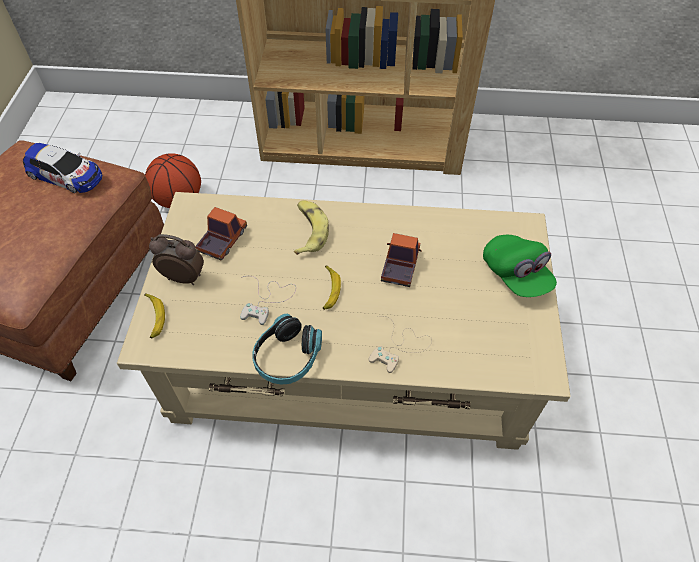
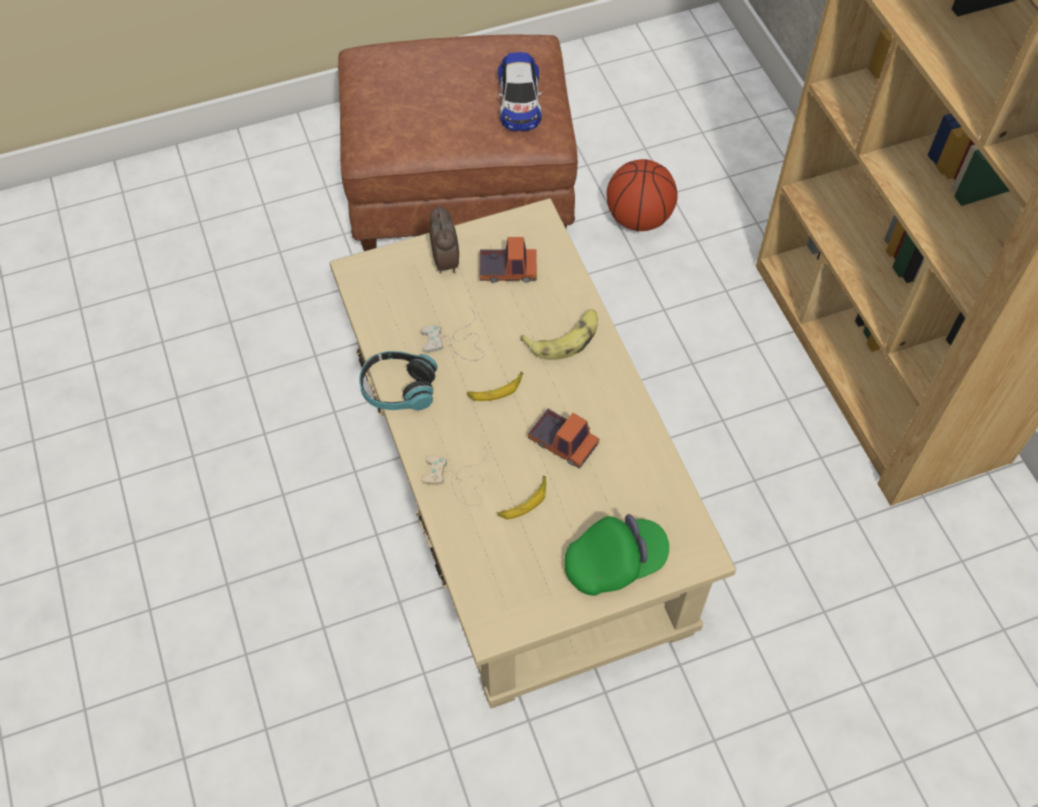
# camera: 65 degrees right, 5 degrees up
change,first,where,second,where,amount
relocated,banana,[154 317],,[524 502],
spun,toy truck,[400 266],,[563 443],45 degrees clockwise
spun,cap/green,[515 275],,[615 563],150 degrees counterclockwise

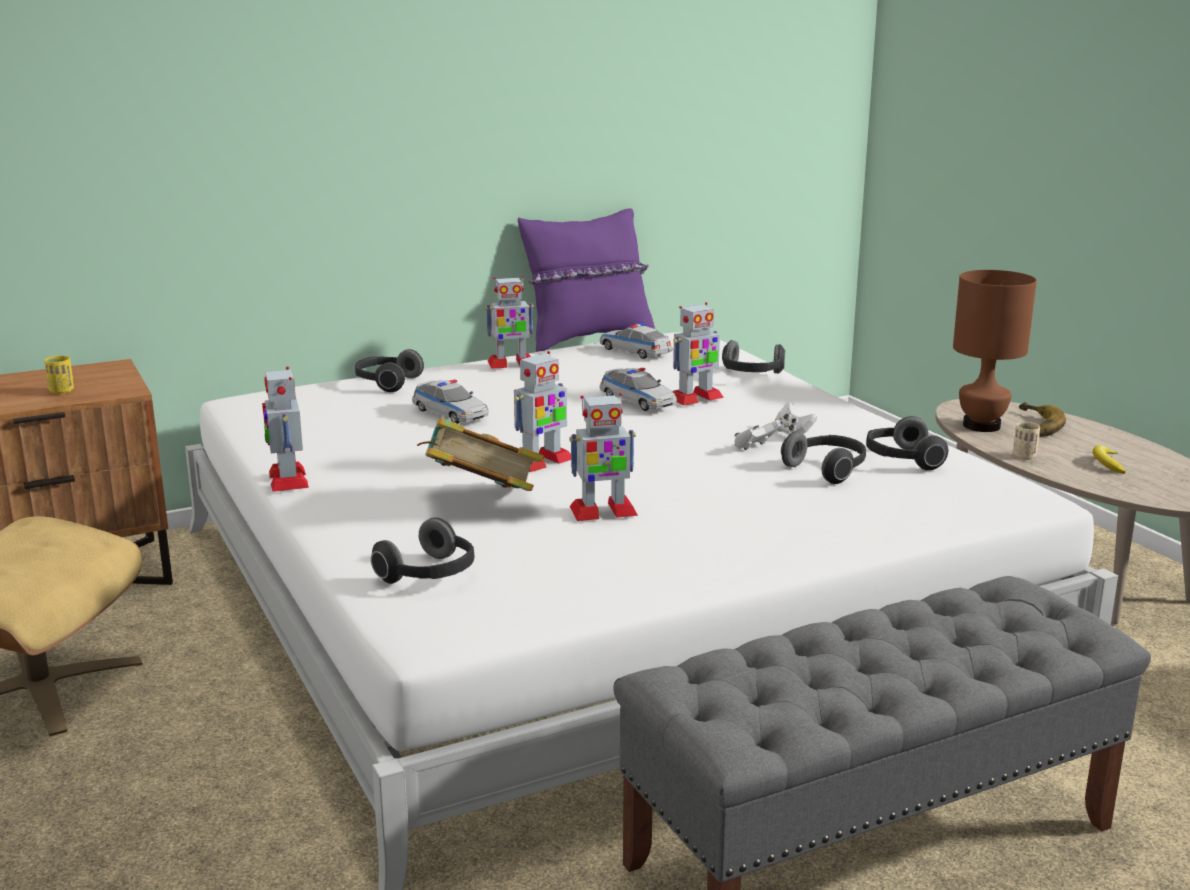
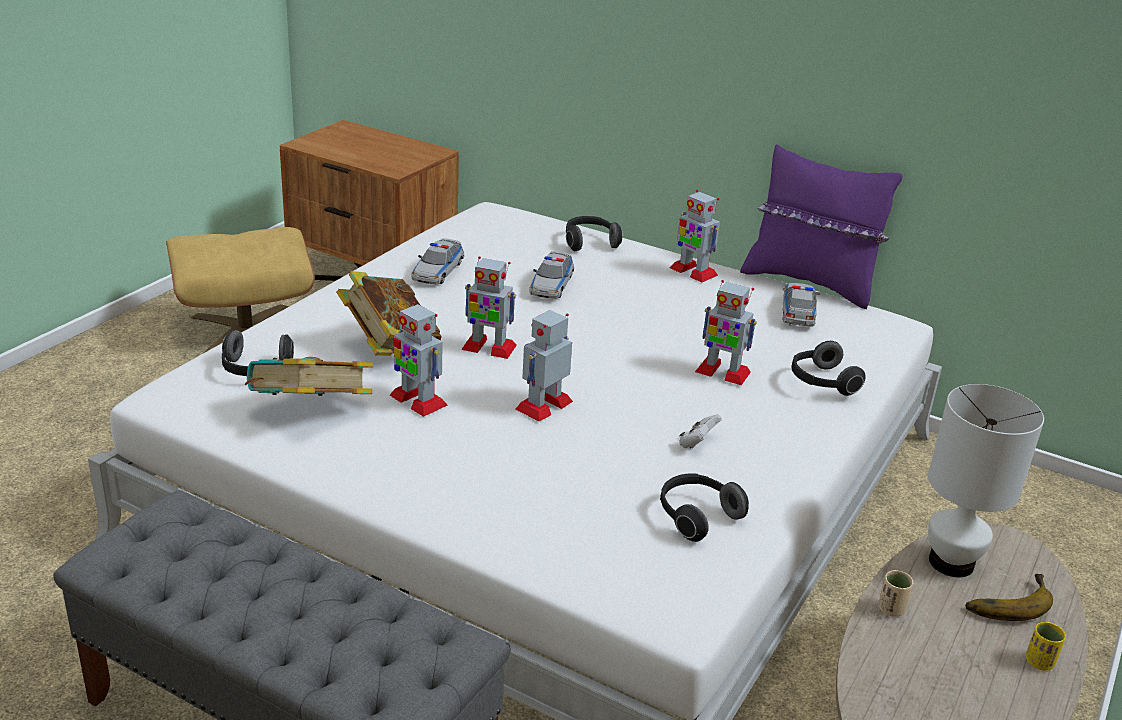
# camera: 55 degrees right, 10 degrees up
change,first,where,second,where,amount
relocated,cup/yellow,[61 391],,[1039 662],
relocated,toy robot,[288 479],,[544 405],
relocated,toy car,[637 401],,[438 271],
missing,game controller/white,[755 447],,,
missing,headphones,[827 470],,,
colour,table lamp/brown,[982 426],table lamp/white,[952 563],
missing,banana,[1107 464],,,
appeared,,,book,[310 413],

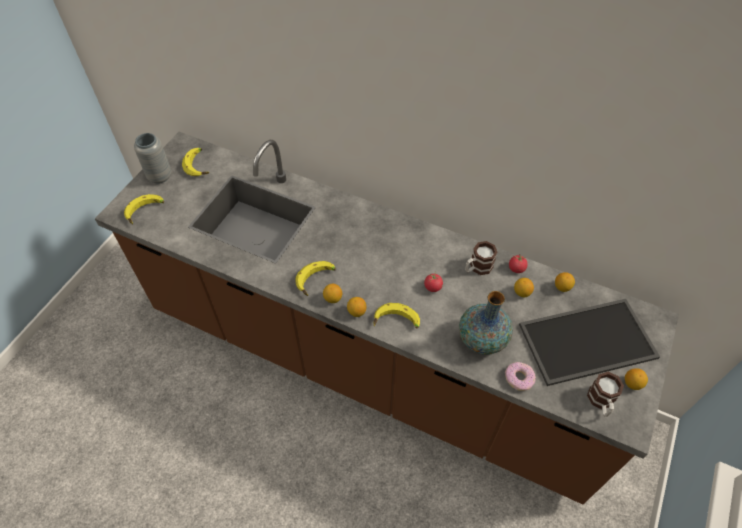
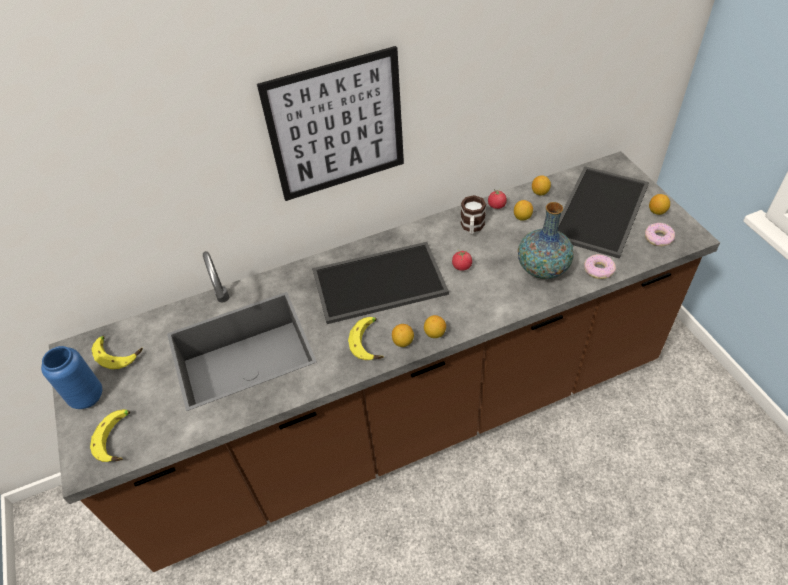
# camera: 45 degrees left, 5 degrees down
change,first,where,second,where,amount
colour,vase/grey,[160 176],vase/blue,[87 397],
missing,banana,[396 322],,,
exchanged,mug,[601 402],donut,[658 238],
appeared,,,picture,[336 126],
appeared,,,tray,[378 284],

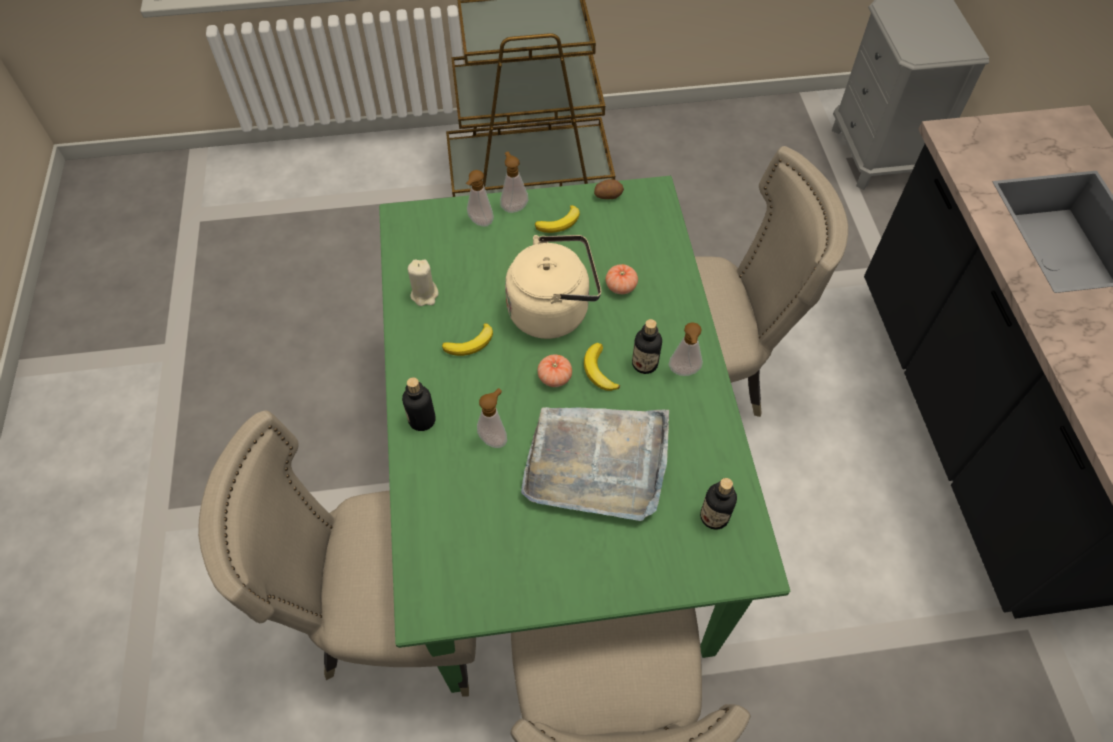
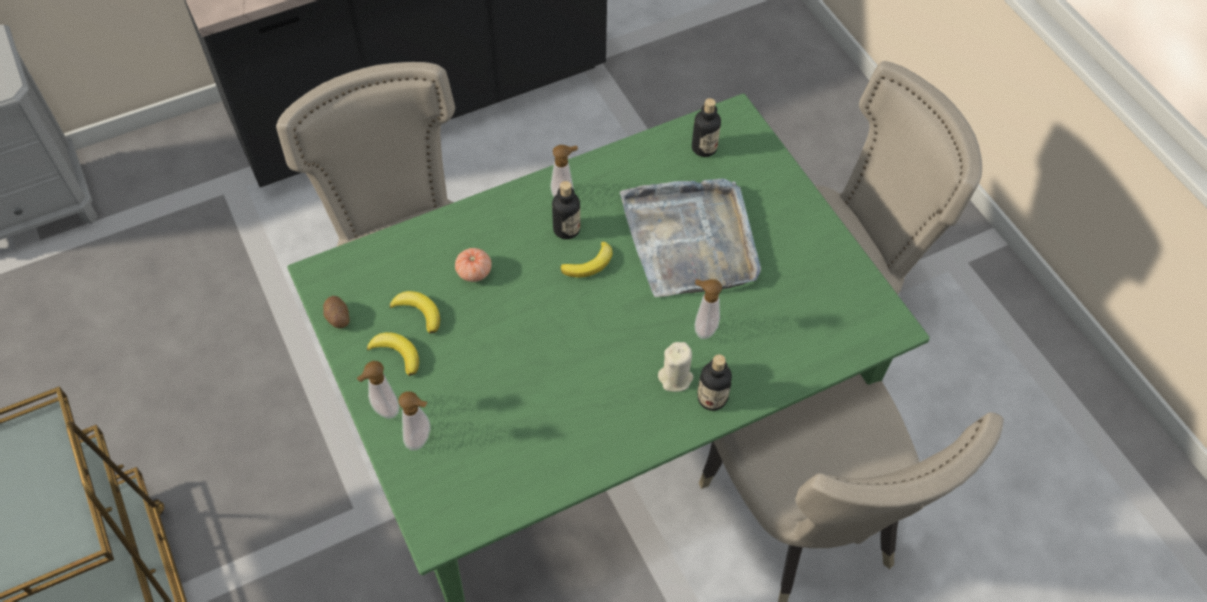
# camera: 110 degrees left, 0 degrees up
change,first,where,second,where,amount
relocated,candle/beige,[424 295],,[675 378],
relocated,banana,[471 343],,[418 312],
missing,kettle/beige,[553 310],,,
missing,tomato,[554 377],,,

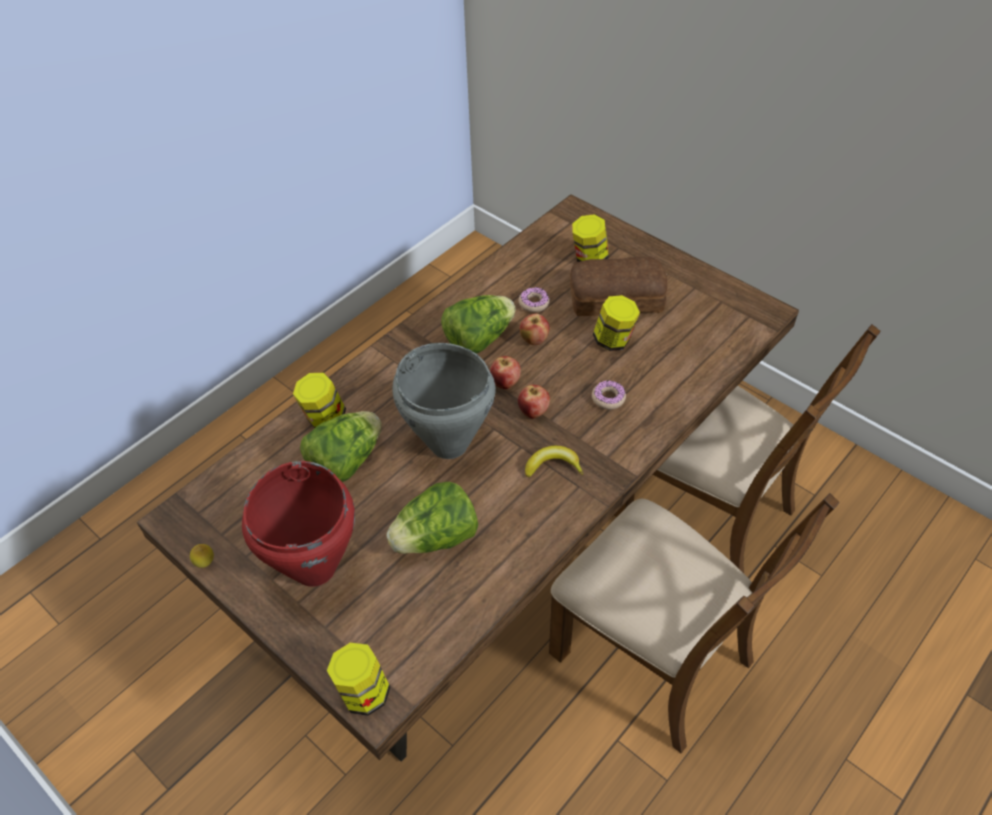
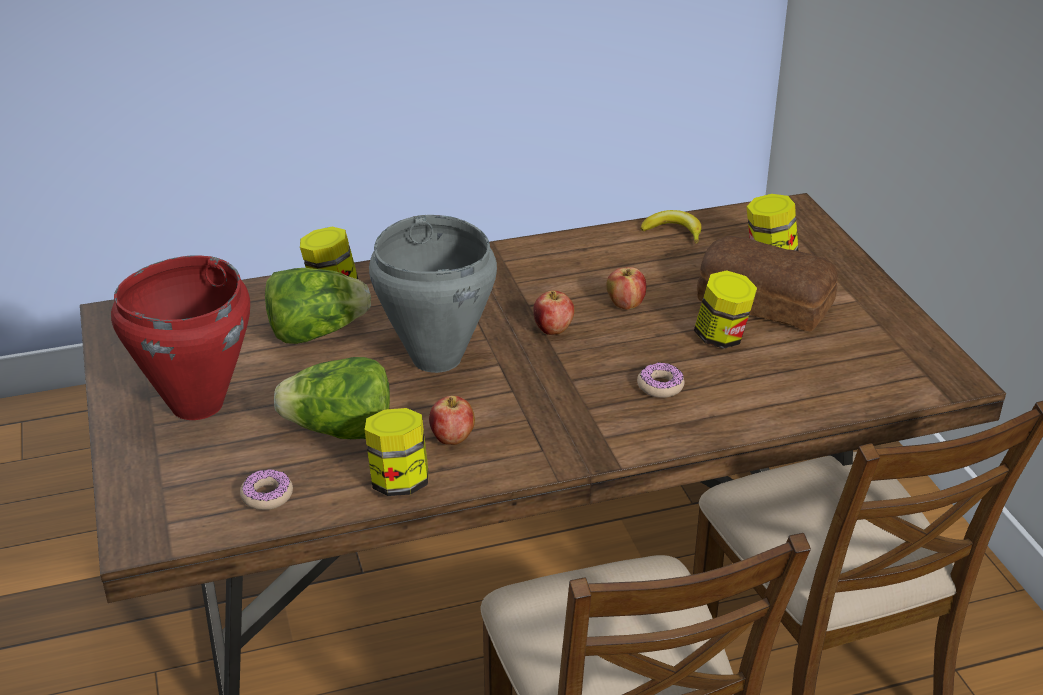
# camera: 30 degrees right, 15 degrees down
change,first,where,second,where,amount
missing,lemon,[205 564],,,
relocated,jar,[363 693],,[399 482],
missing,lettuce,[479 339],,,
relocated,apple,[533 412],,[452 439],
relocated,donut,[534 303],,[267 495],
relocated,banana,[553 466],,[673 232],

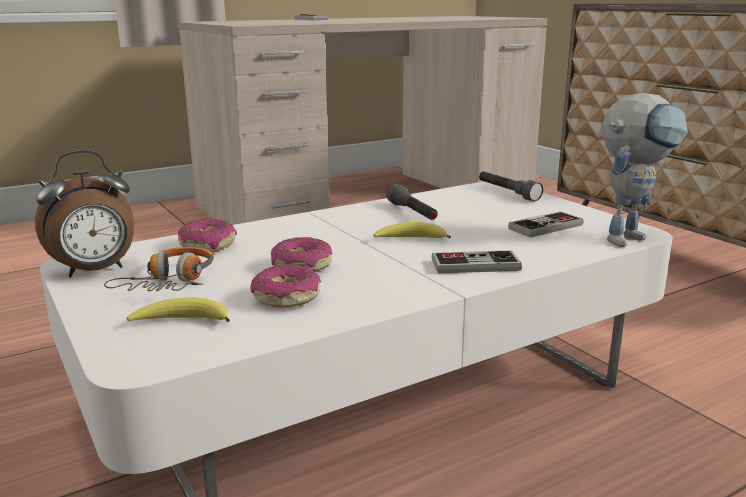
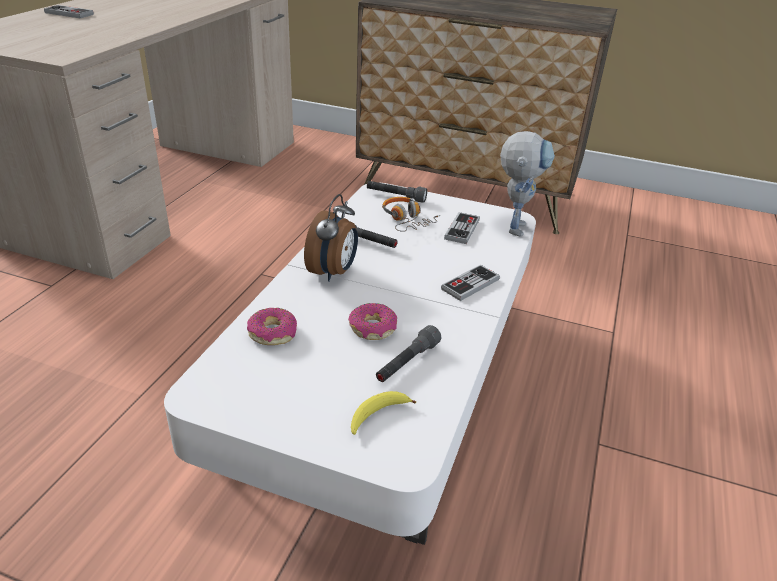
# camera: 40 degrees left, 15 degrees up
change,first,where,second,where,amount
relocated,alarm clock,[95 271],,[333 272],
relocated,headphones,[171 282],,[406 220],
exchanged,donut,[286 297],flashlight/grey,[407 363],
missing,banana,[410 239],,,

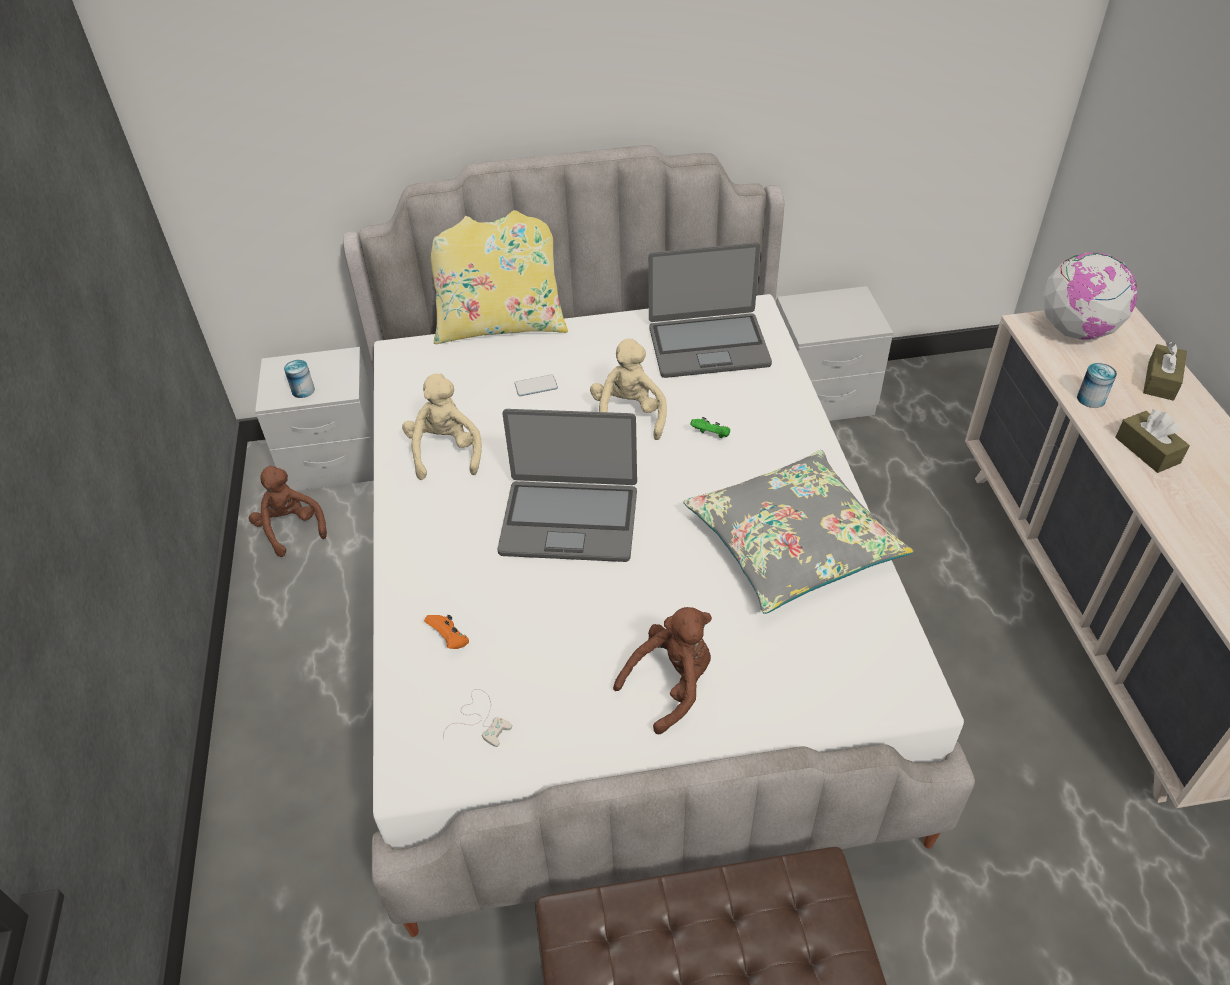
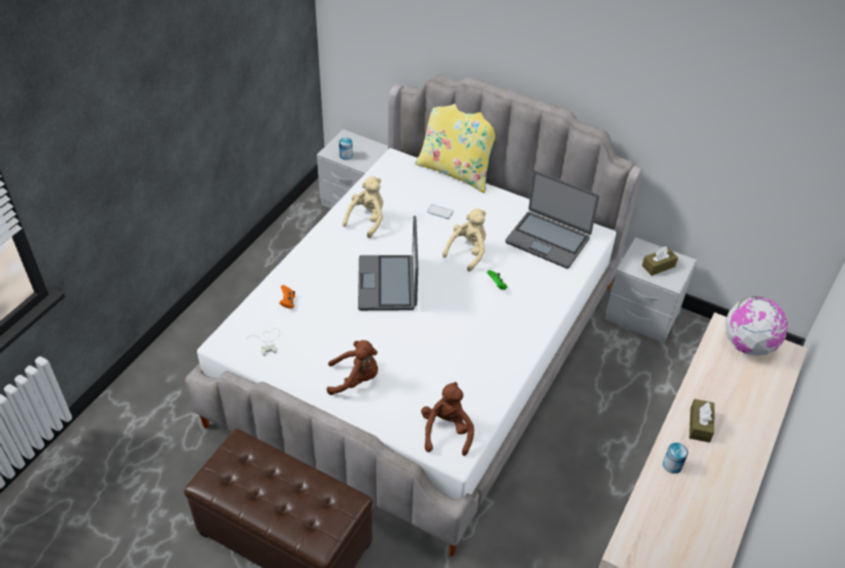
# camera: 35 degrees right, 0 degrees up
change,first,where,second,where,amount
relocated,plush toy/brown,[291 528],,[447 431],
spun,laptop,[569 520],,[388 284],45 degrees clockwise
missing,pillow/grey,[792 543],,,
relocated,can,[1091 399],,[672 465],
relocated,tissue box/brown,[1160 381],,[658 266],

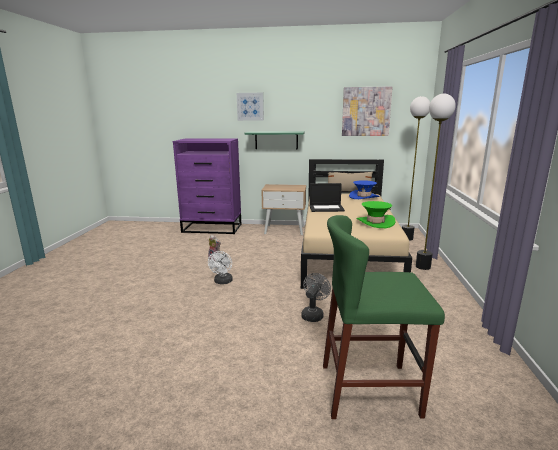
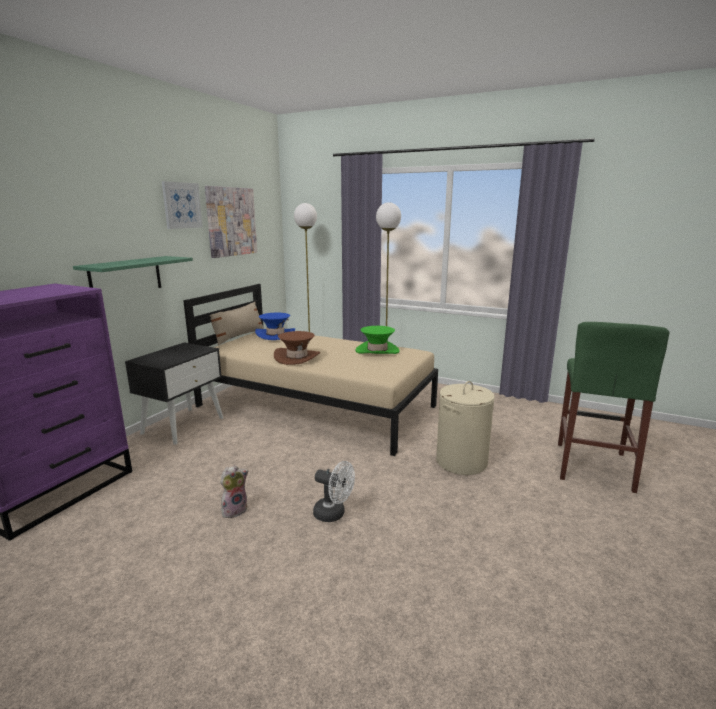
# camera: 70 degrees left, 0 degrees up
change,first,where,second,where,amount
relocated,picture,[250 106],,[182 205],
colour,nightstand/beige,[285 230],nightstand/black,[183 425],
exchanged,fan/grey,[313 314],laundry basket/beige,[461 462],
exchanged,laptop,[326 208],hat/brown,[297 357],

